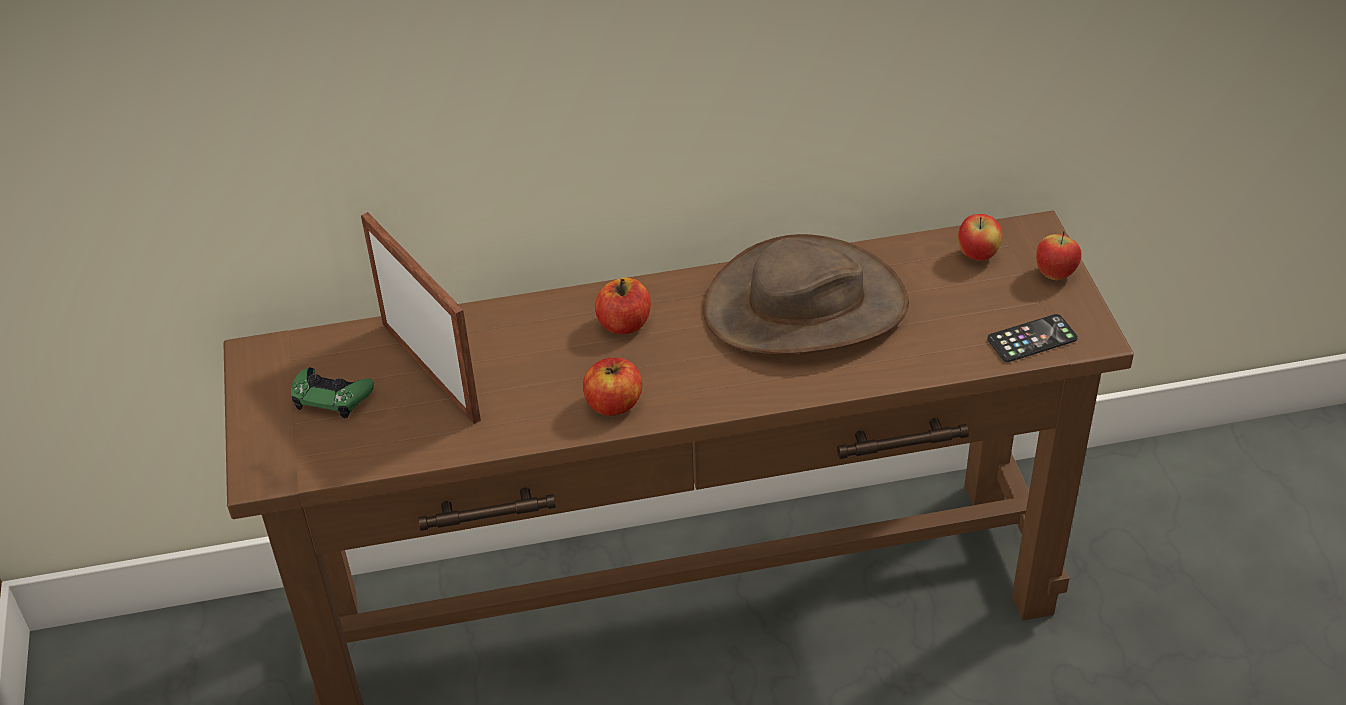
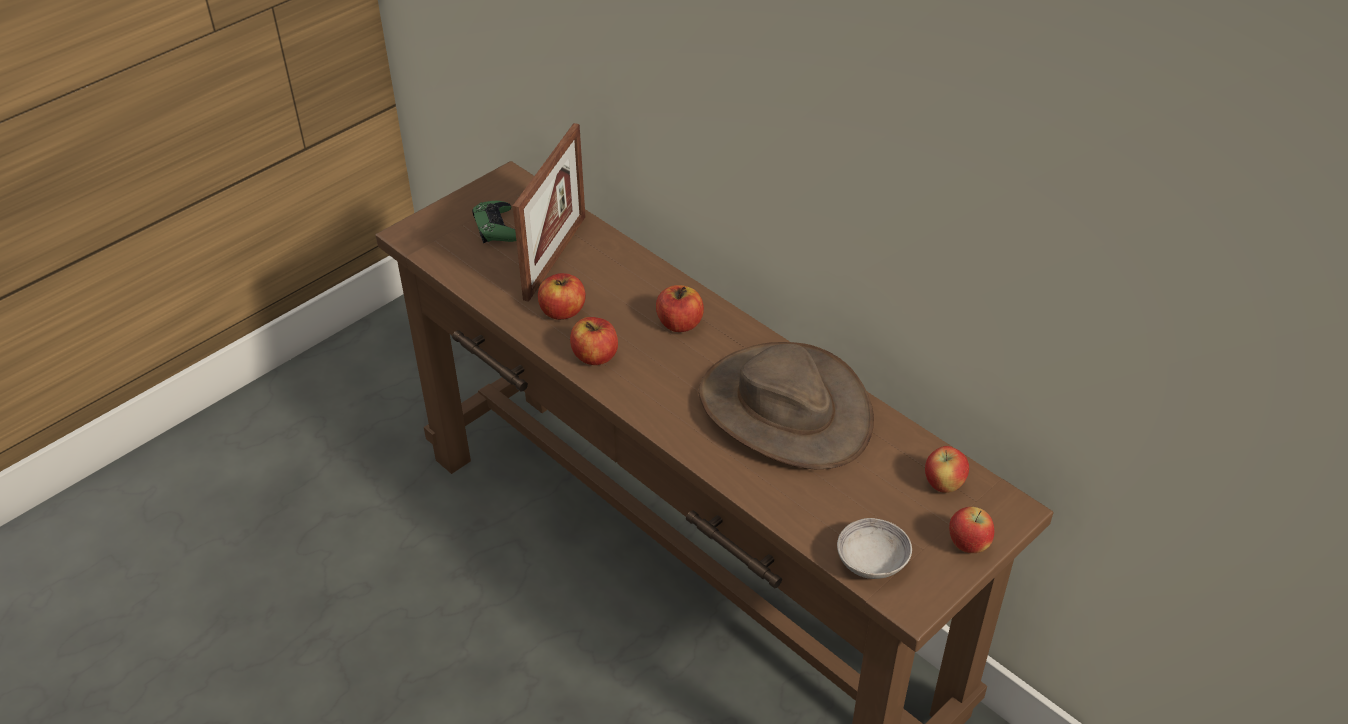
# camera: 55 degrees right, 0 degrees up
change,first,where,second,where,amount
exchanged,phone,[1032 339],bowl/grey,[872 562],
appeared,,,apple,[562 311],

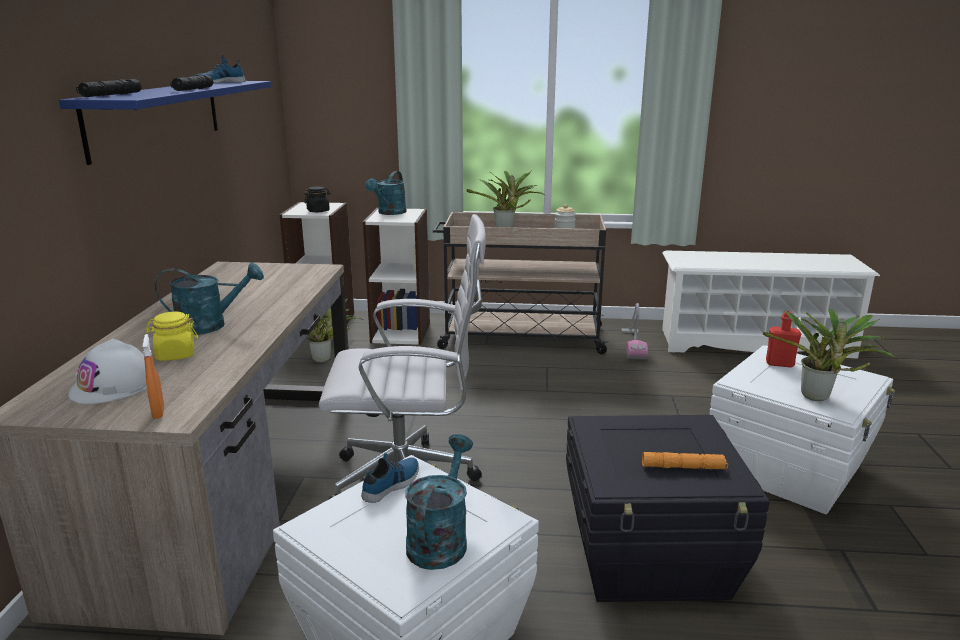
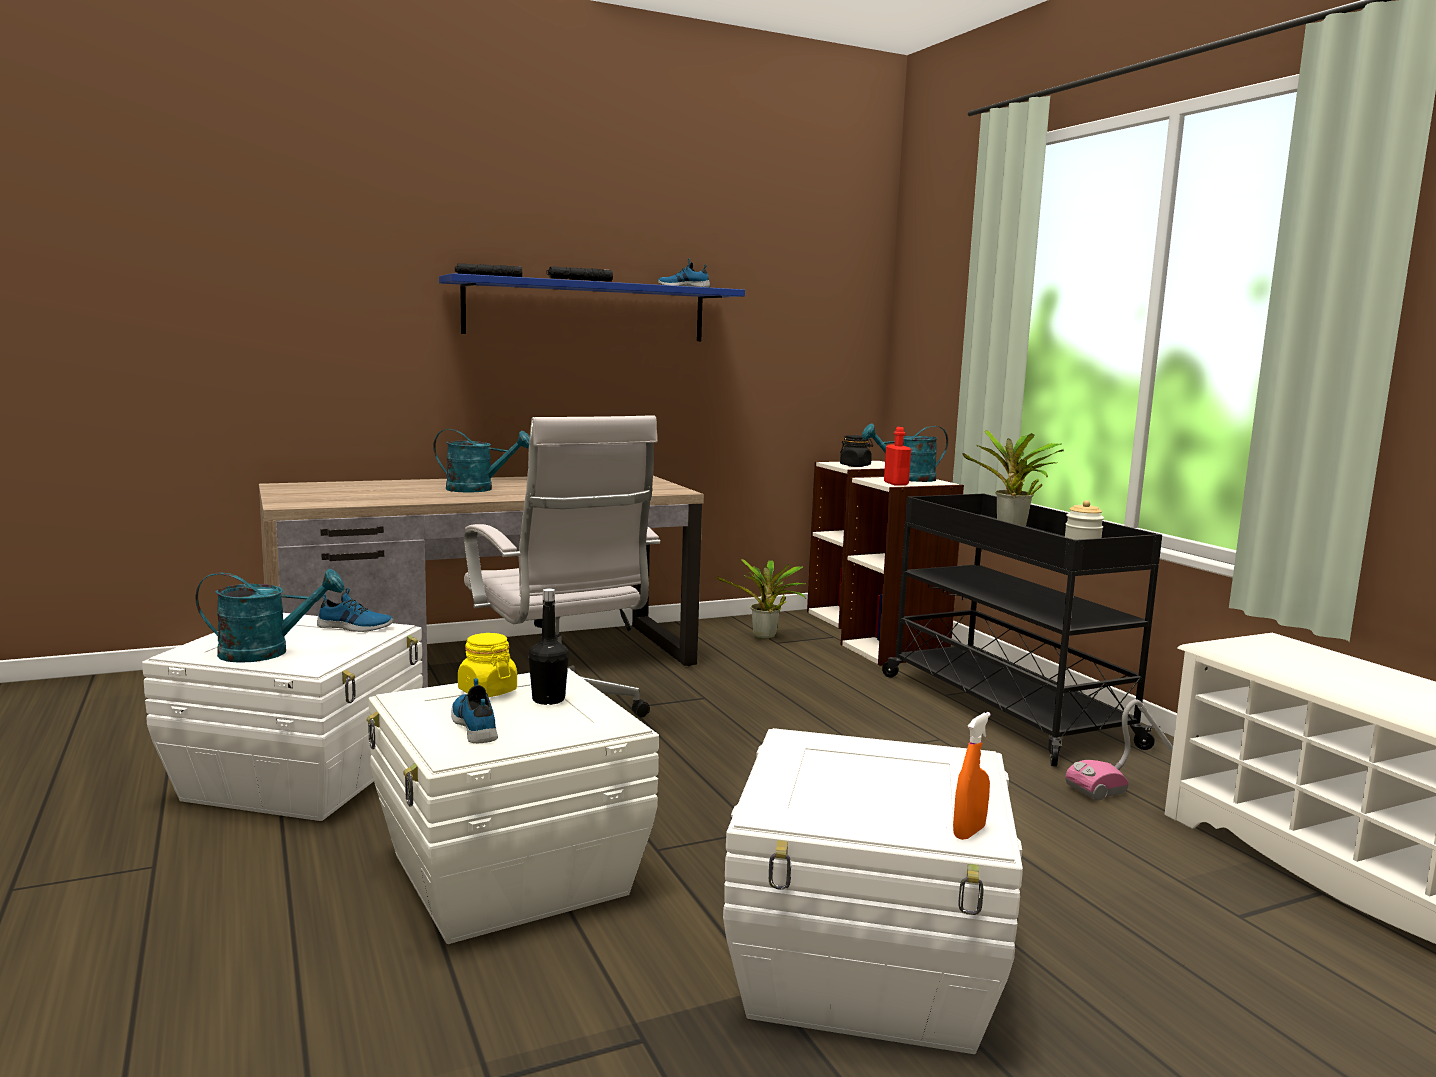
# camera: 60 degrees right, 10 degrees down
change,first,where,second,where,amount
missing,hard hat/white,[114 385],,,
relocated,spray bottle/orange,[158 412],,[969 832],
relocated,jar/yellow,[175 355],,[487 691],
spun,watering can/turquoise,[210 325],,[478 489],45 degrees counterclockwise
colour,cart/beige,[519 338],cart/black,[1002 708],
colour,storage box/black,[650 556],storage box/white,[508 876],
exchanged,flashlight/orange,[683 467],shoe,[476 725],
missing,potted plant,[818 398],,,
relocated,bottle/red,[779 363],,[896 483],
appeared,,,bottle/black,[548 700],

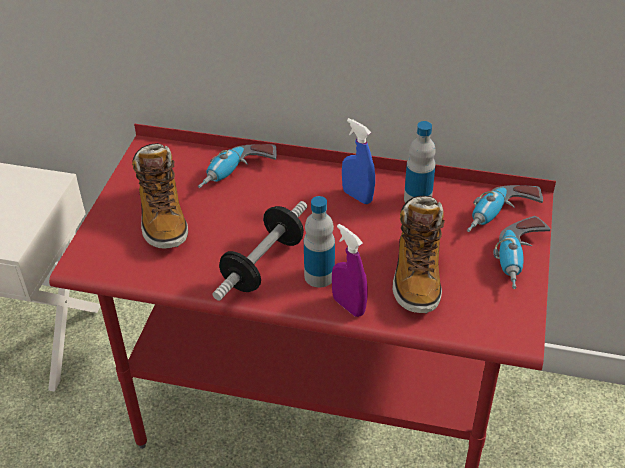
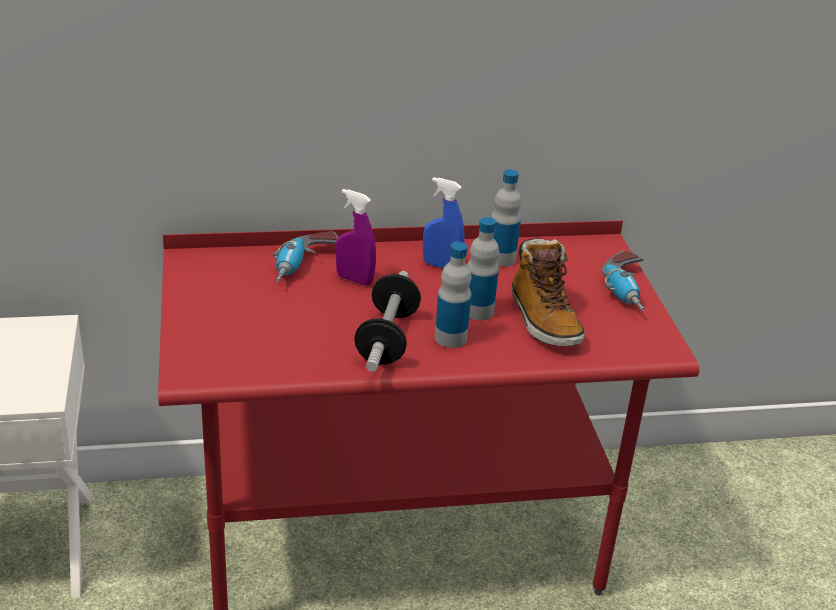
# camera: 25 degrees left, 10 degrees down
change,first,where,second,where,amount
missing,boot,[162 218],,,
relocated,spray bottle/purple,[348 306],,[354 280],
missing,power drill,[501 217],,,
appeared,,,bottle,[478 311],

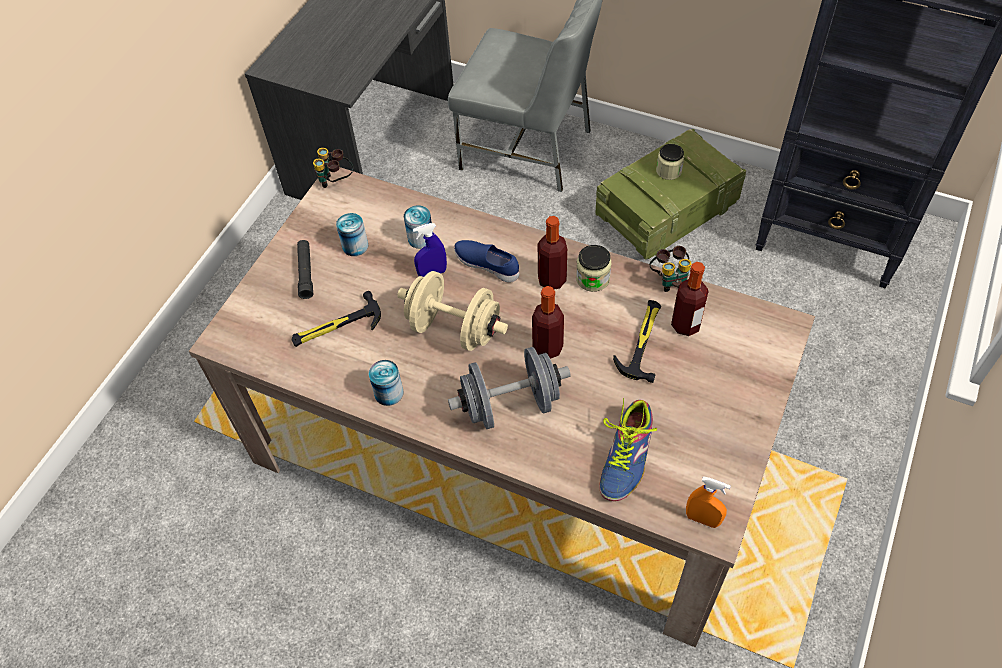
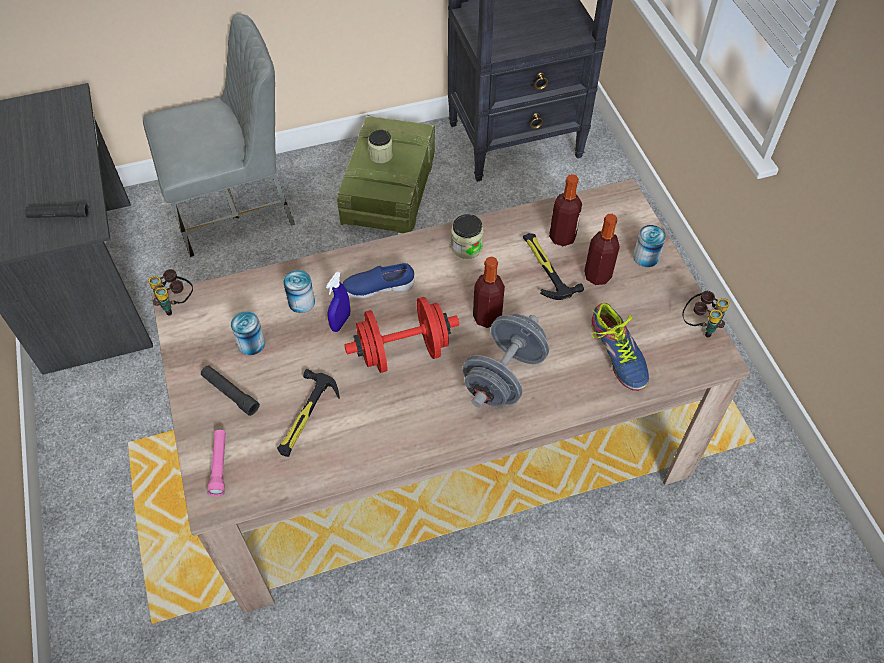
# camera: 45 degrees left, 0 degrees up
change,first,where,second,where,amount
relocated,can,[388 393],,[645 257],
colour,dumbbell/beige,[454 328],dumbbell/red,[403 352],
relocated,bottle,[552 280],,[597 275],
relocated,binoculars,[669 280],,[700 325],
missing,spray bottle/orange,[702 519],,,
appeared,,,flashlight/black,[59 216],
appeared,,,flashlight/pink,[219 465],

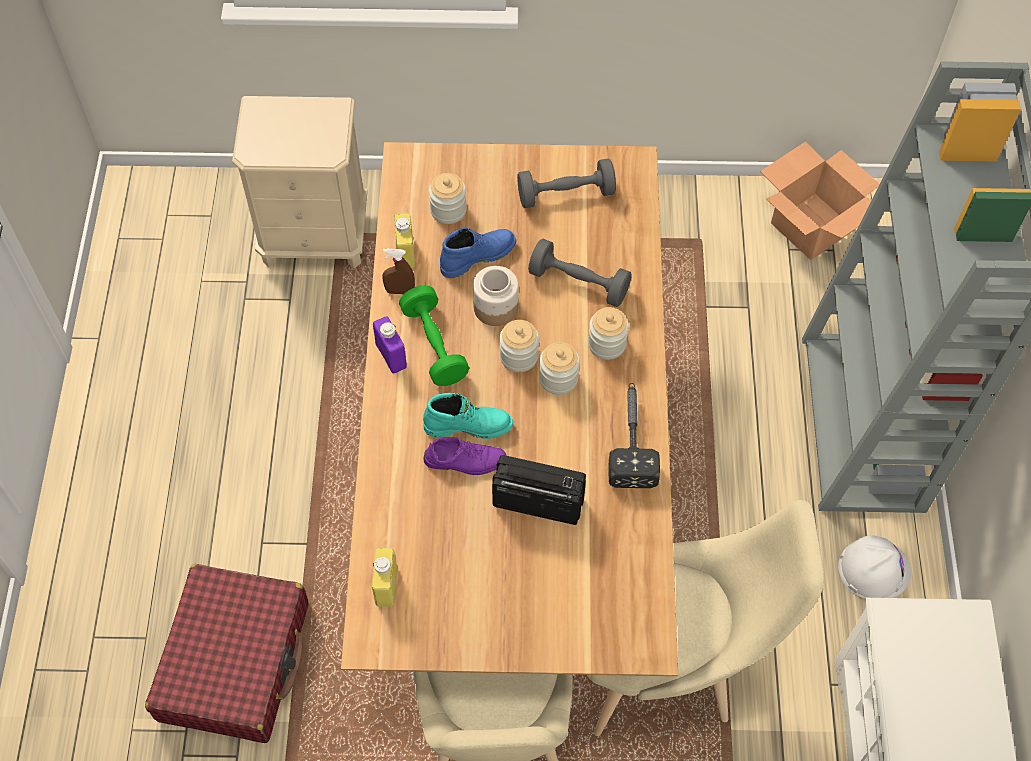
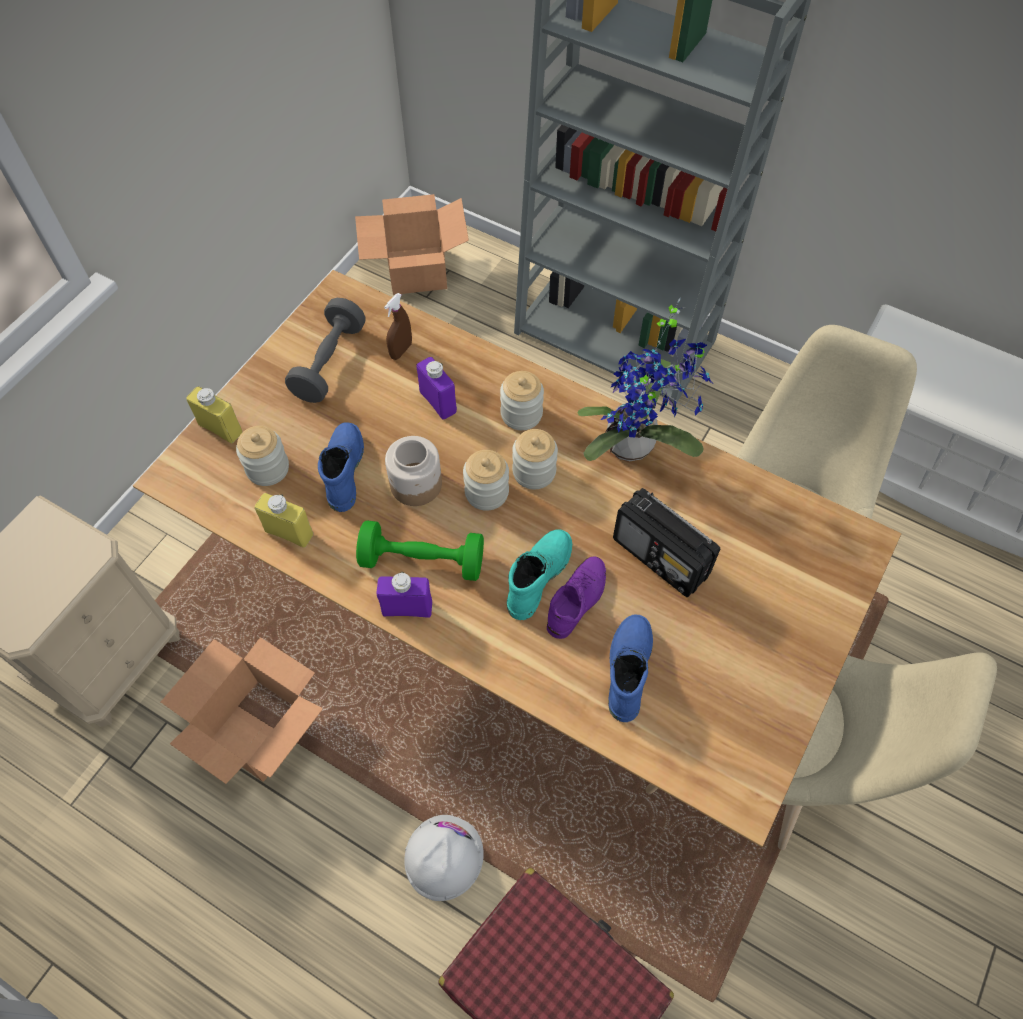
# camera: 60 degrees left, 0 degrees up
change,first,where,second,where,amount
relocated,bottle/yellow,[386 586],,[220 429],
relocated,spray bottle/brown,[400 291],,[401 351],
spun,radio,[537 502],,[661 558],90 degrees counterclockwise
exchanged,dumbbell/grey,[579 283],bottle/purple,[438 402],
exchanged,hammer,[631 438],potted plant,[636 446],
relocated,hard hat/white,[874 569],,[443 856],
appeared,,,cardboard box,[260 732],
appeared,,,boot/blue,[626 669],

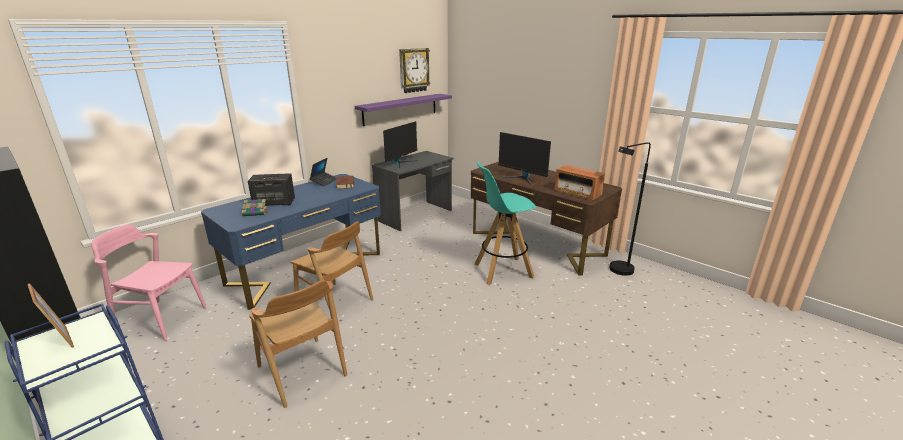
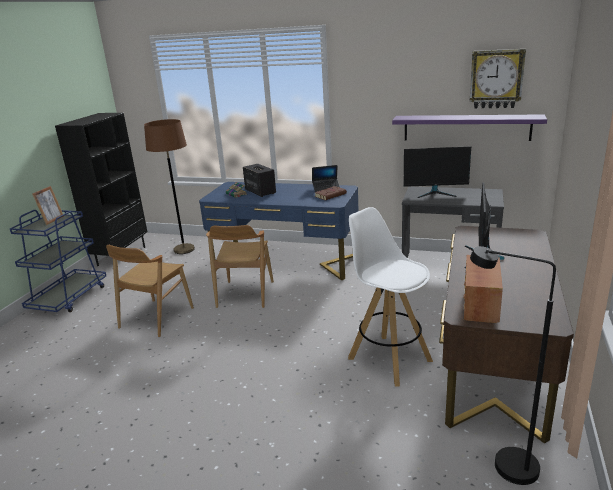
# camera: 65 degrees right, 0 degrees up
change,first,where,second,where,amount
exchanged,chair/pink,[161 319],floor lamp/brown,[184 249],
colour,stool/turquoise,[502 271],stool/white,[388 359],

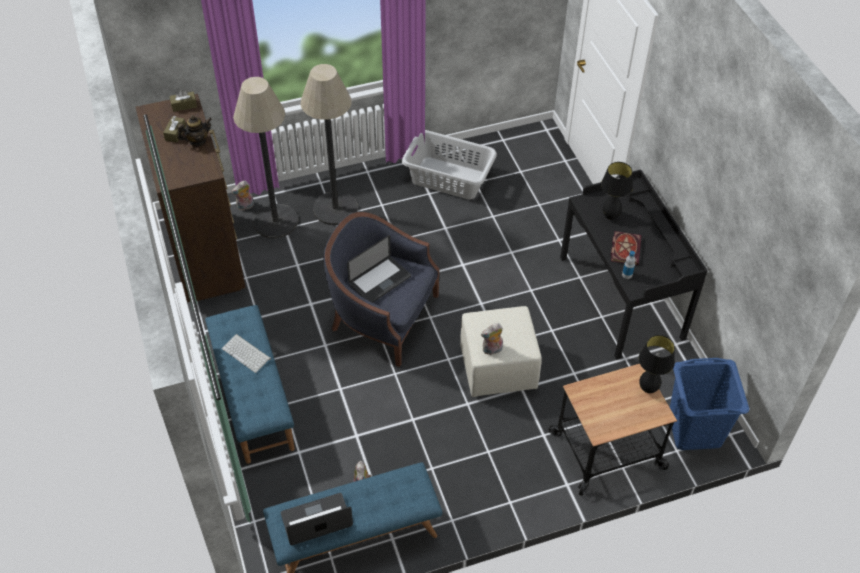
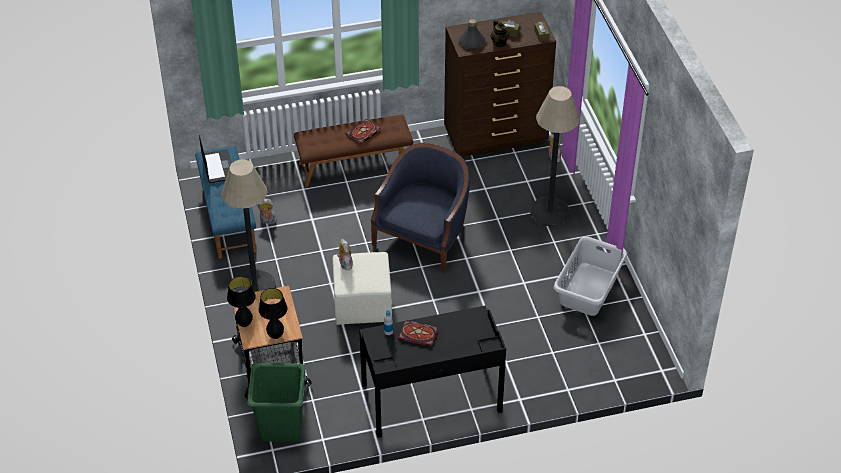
# camera: 95 degrees right, 5 degrees down
change,first,where,second,where,amount
colour,bench/blue,[253 398],bench/brown,[354 165],
exchanged,keyboard,[247 353],book,[363 133],
relocated,floor lamp,[275 221],,[255 286],
missing,laptop,[380 281],,,
relocated,table lamp/black,[610 216],,[244 324],
colour,laundry basket/blue,[694 430],laundry basket/green,[280 425],
appeared,,,bottle/grey,[471 42],

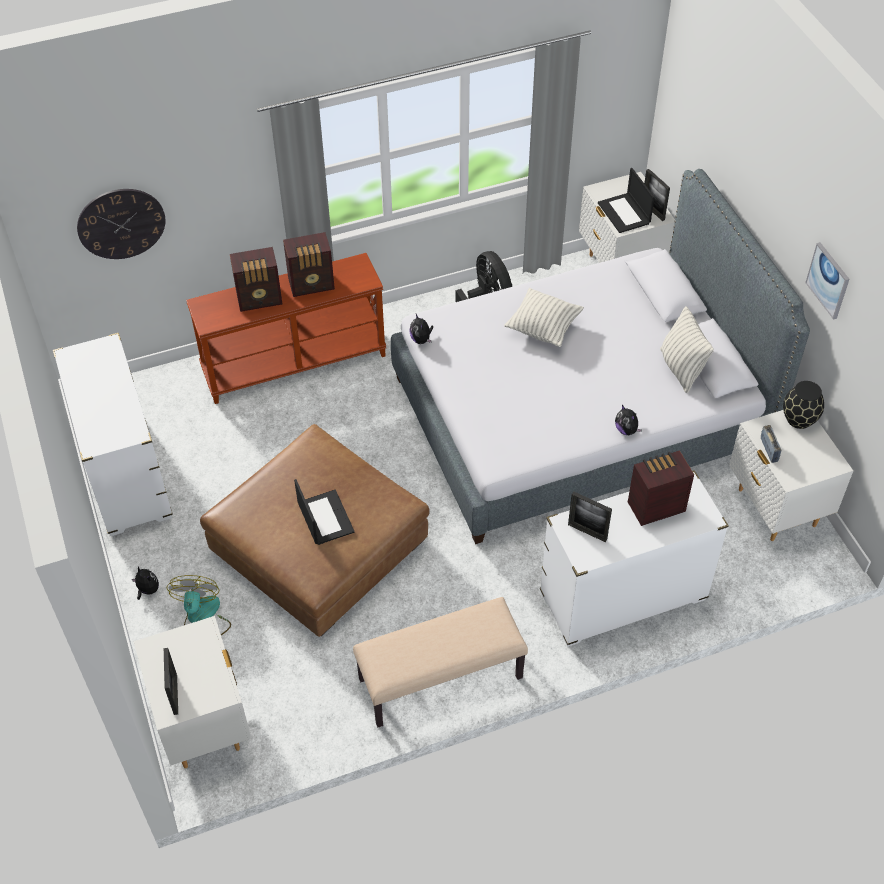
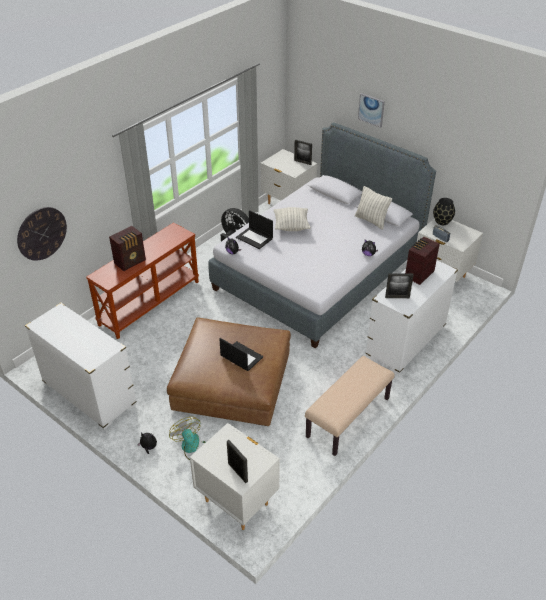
# camera: 30 degrees left, 10 degrees down
change,first,where,second,where,amount
missing,radio,[312 285],,,
relocated,laptop,[624 213],,[255 238],
relocated,picture,[828 280],,[371 110],

